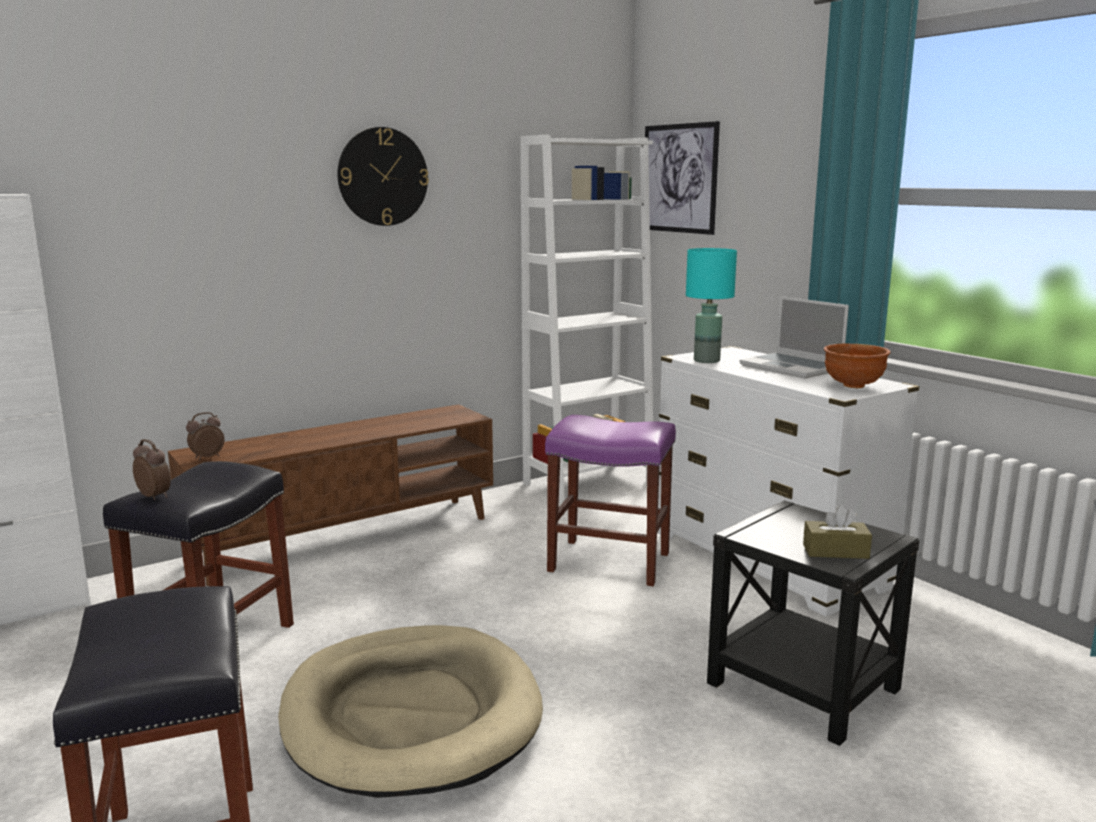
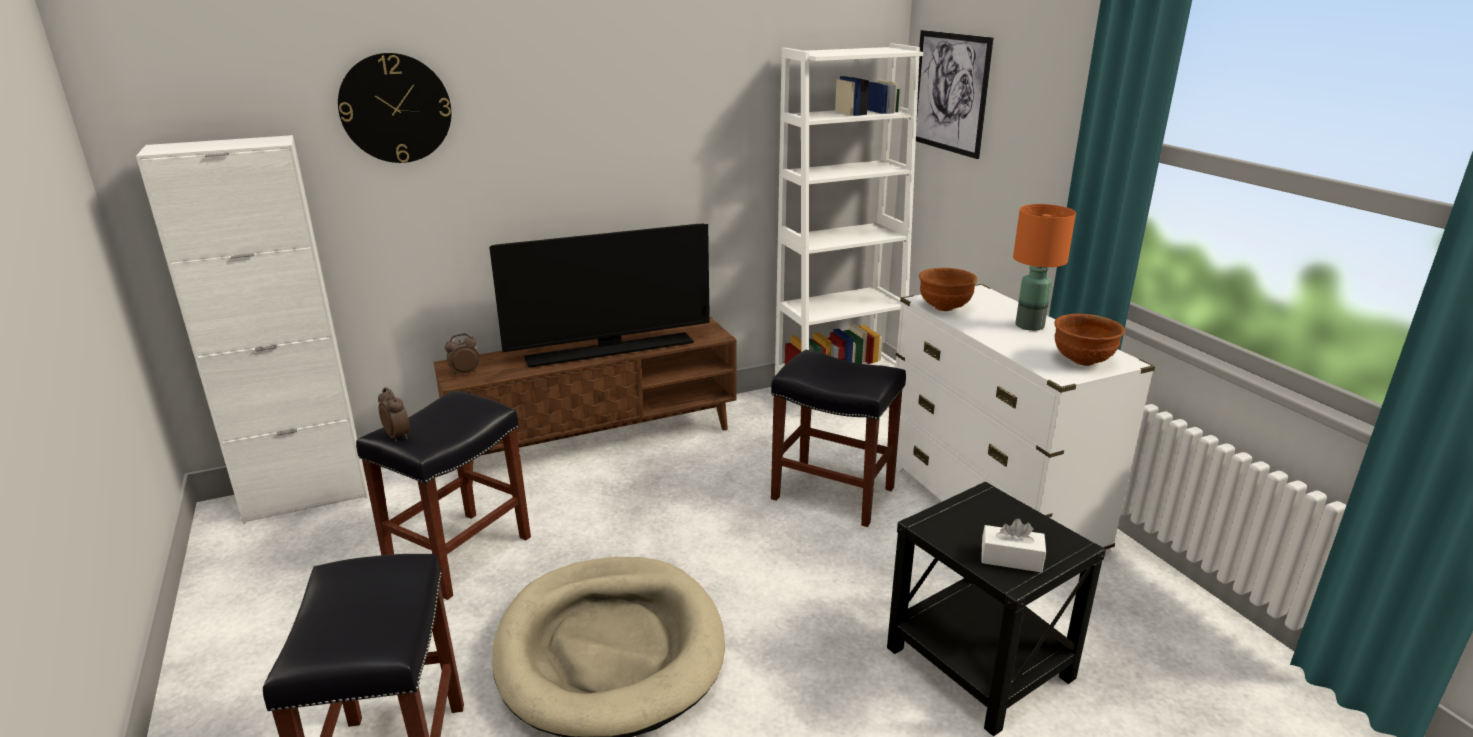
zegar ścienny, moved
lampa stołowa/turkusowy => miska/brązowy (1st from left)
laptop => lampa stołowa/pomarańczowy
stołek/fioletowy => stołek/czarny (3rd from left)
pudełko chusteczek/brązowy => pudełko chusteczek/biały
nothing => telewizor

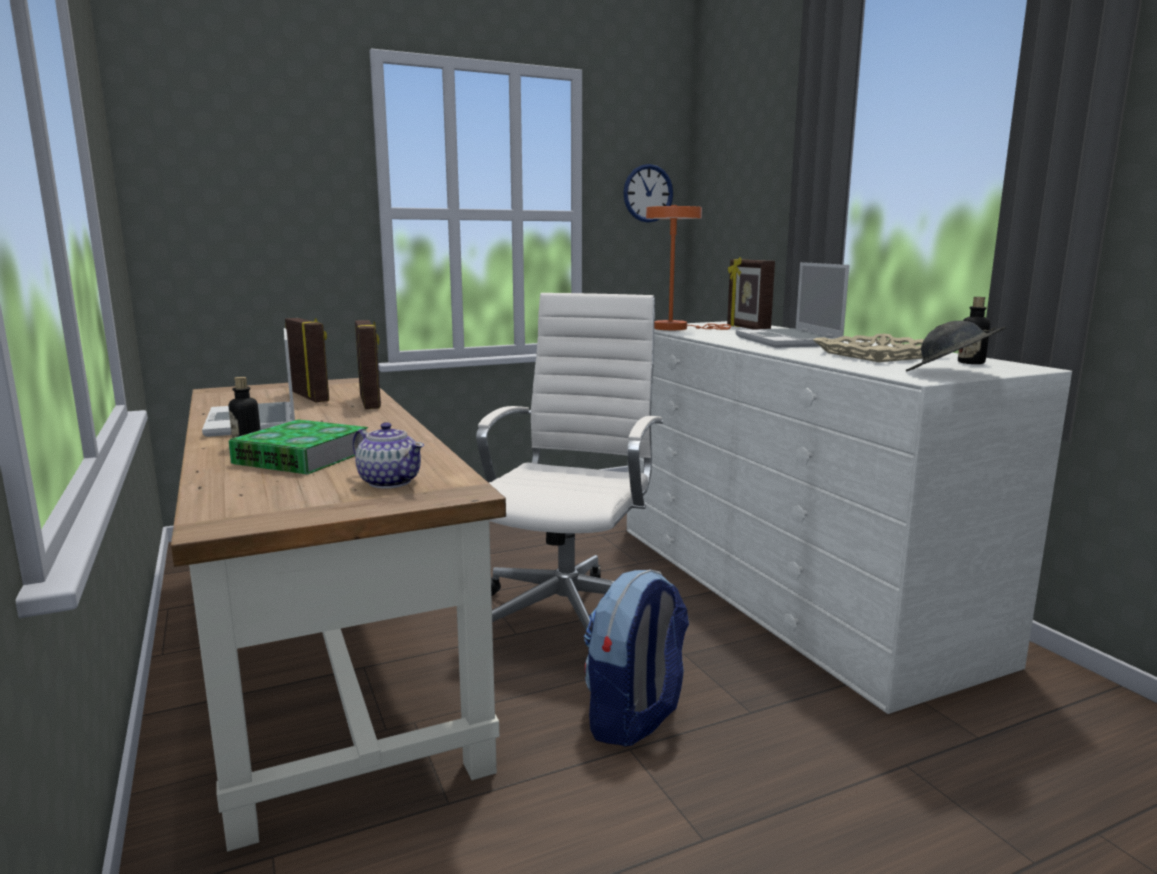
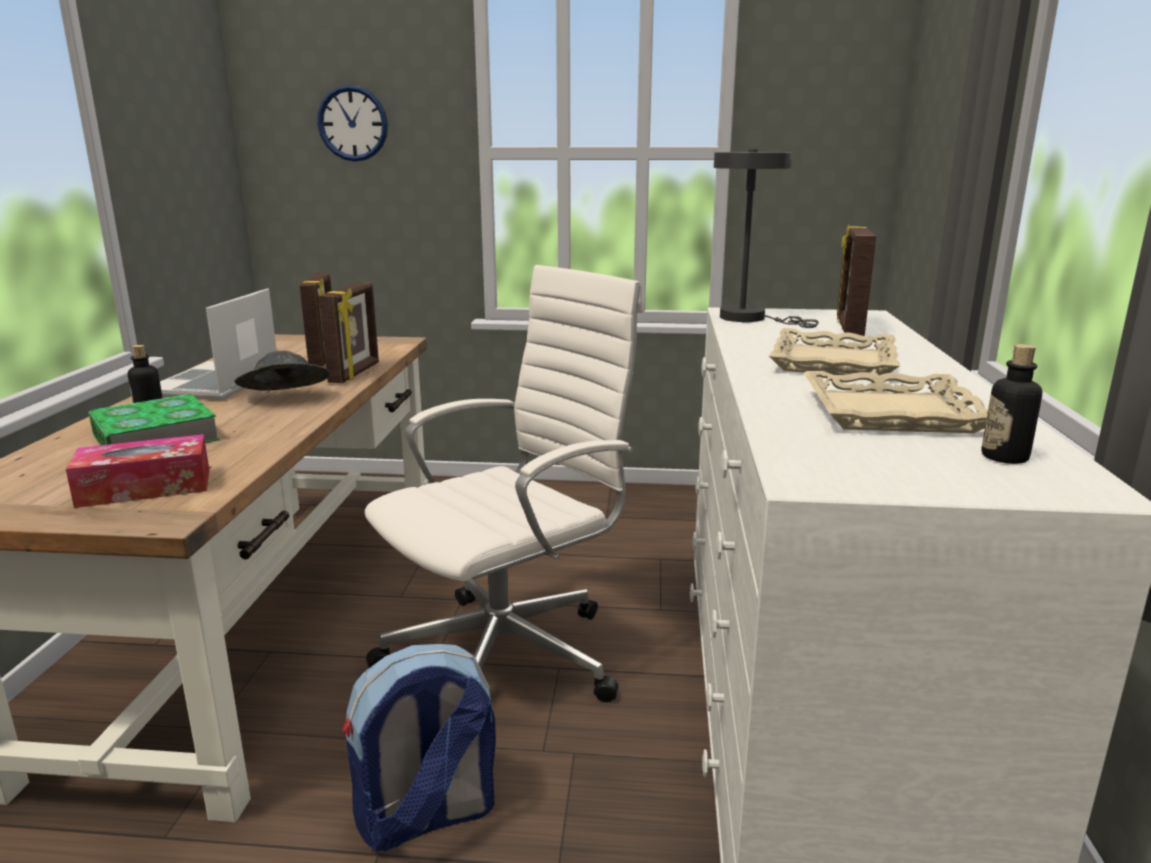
zegar ścienny, moved
lampa stołowa/pomarańczowy => lampa stołowa/szary
laptop (2nd from left) => taca/beżowy (1st from left)
kapelusz/szary, moved
imbryk => pudełko chusteczek

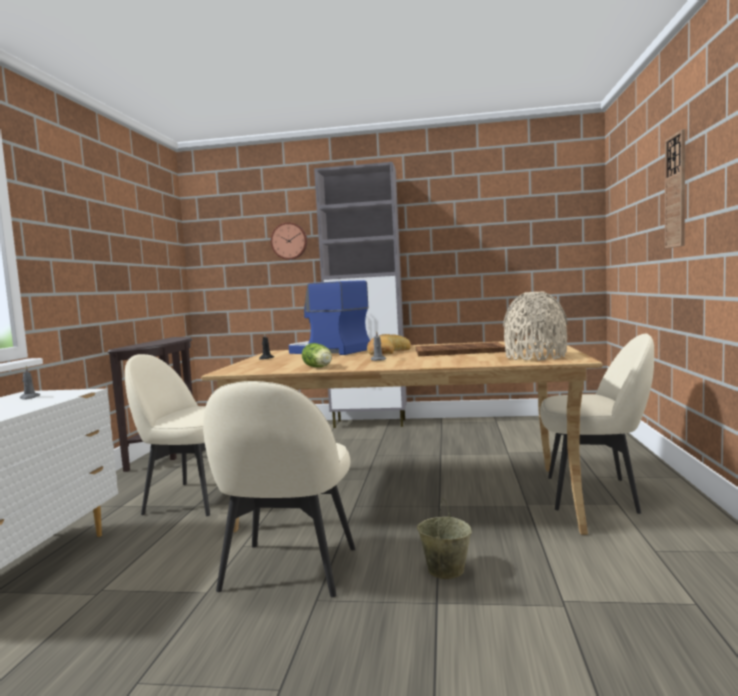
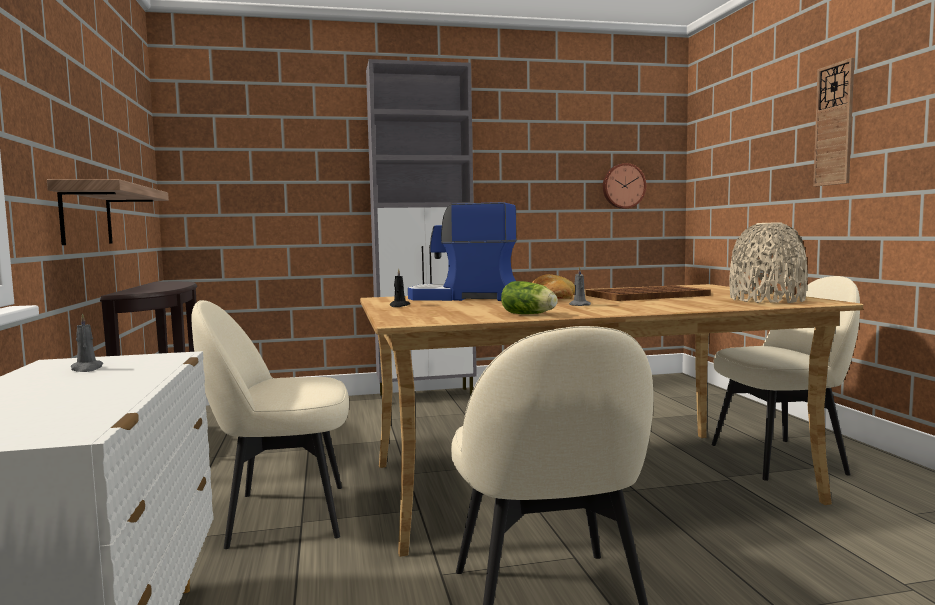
zegar ścienny (1st from left), moved
wiadro/beżowy => nothing
nothing => półka

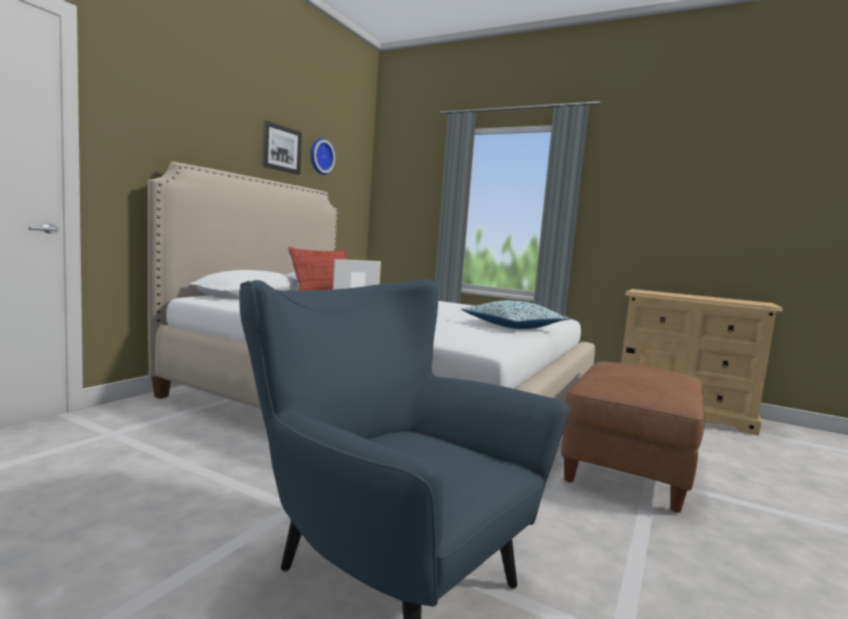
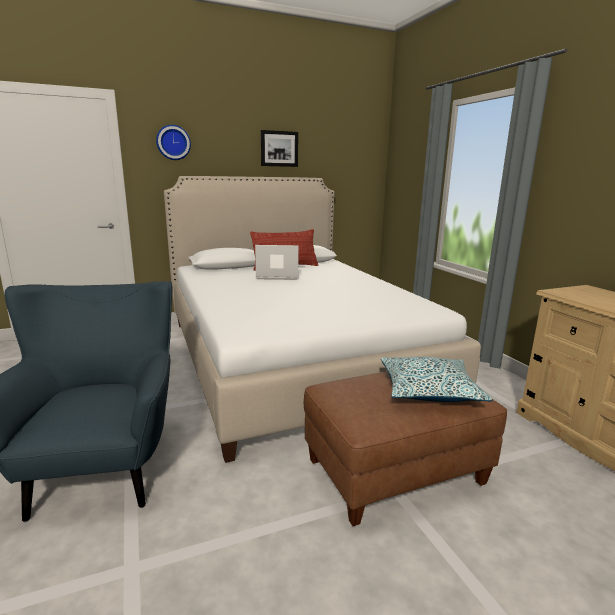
zegar ścienny, moved
poduszka (2nd from left), moved

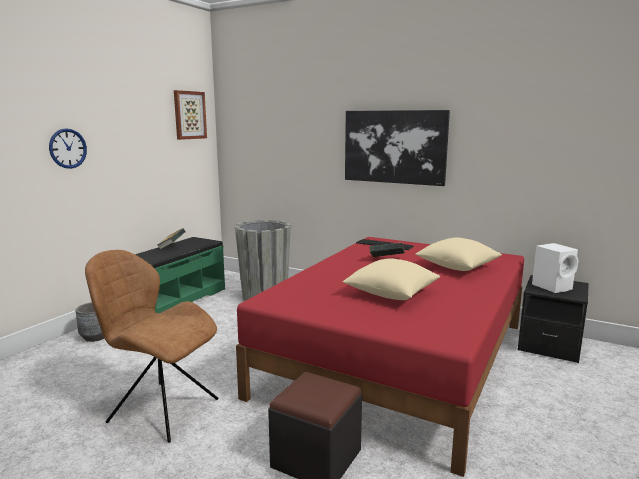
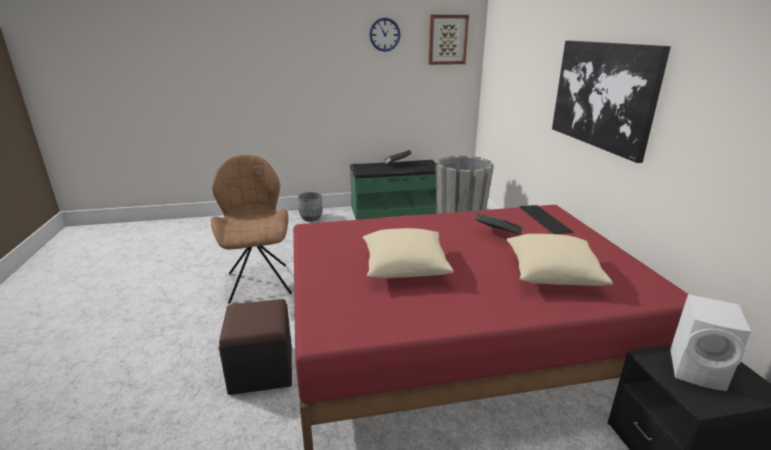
zegar ścienny, moved

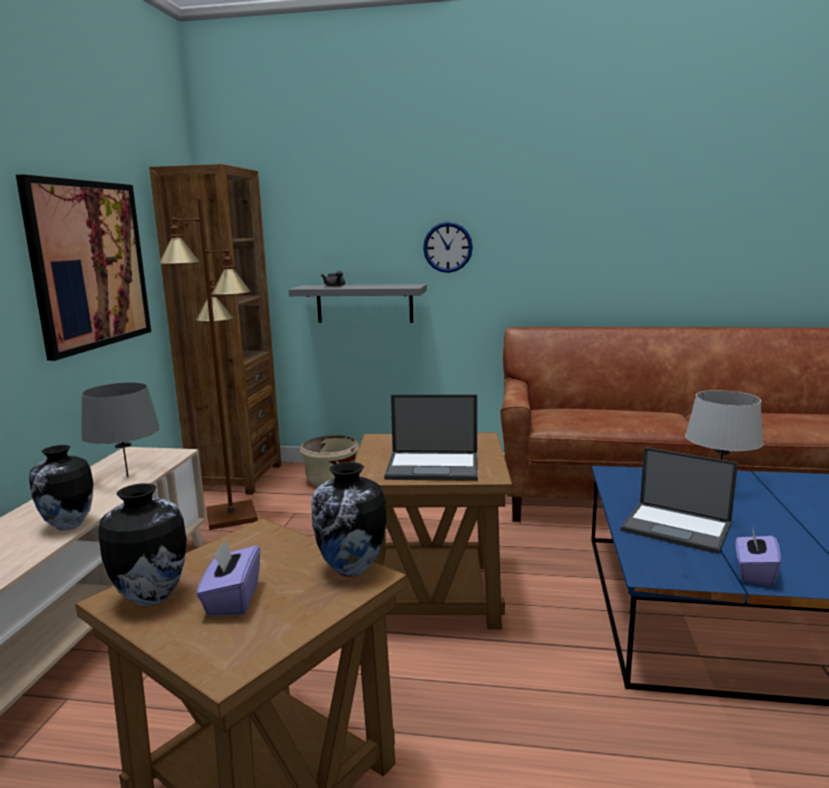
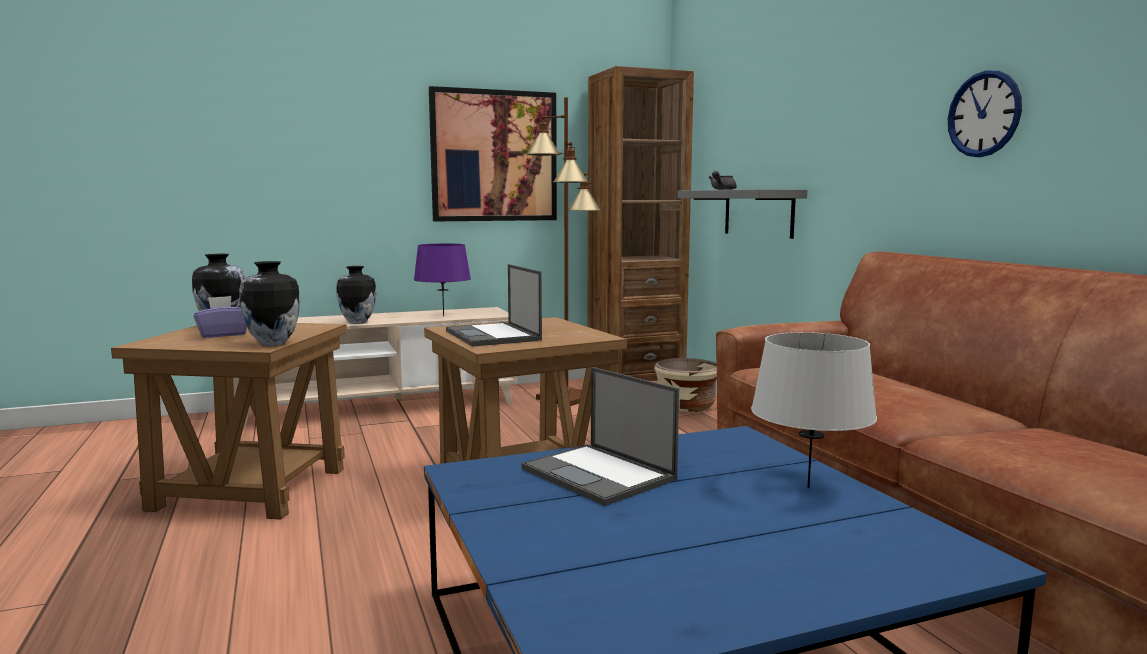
zegar ścienny, moved
lampa stołowa/szary (1st from left) => lampa stołowa/fioletowy
laptop (2nd from left), 45 degrees counterclockwise
pudełko chusteczek/fioletowy (2nd from left) => nothing

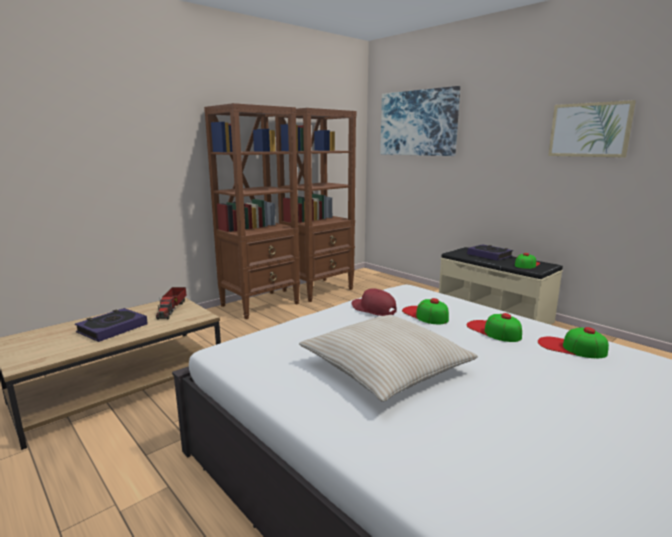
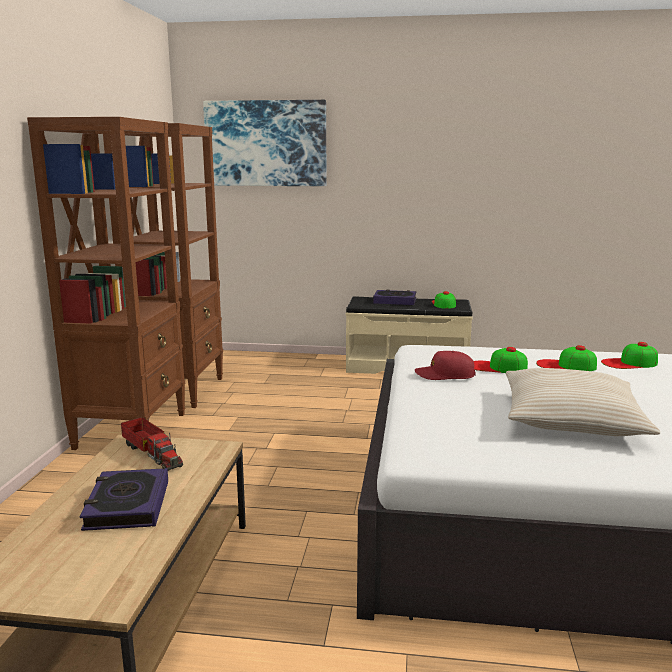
obraz (2nd from left) => nothing

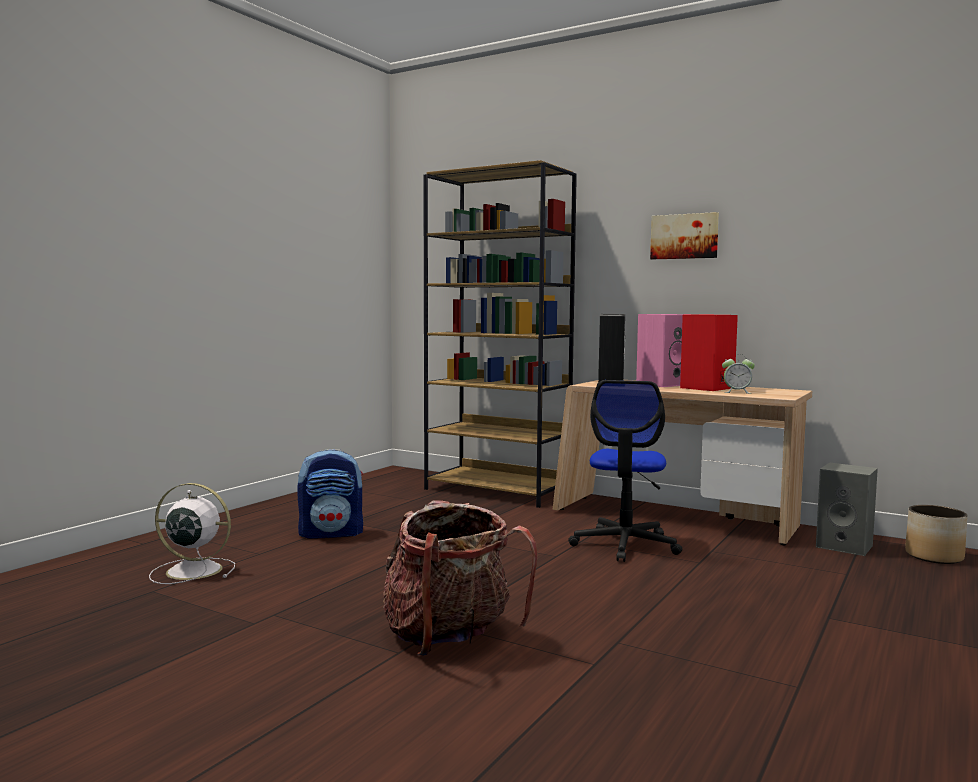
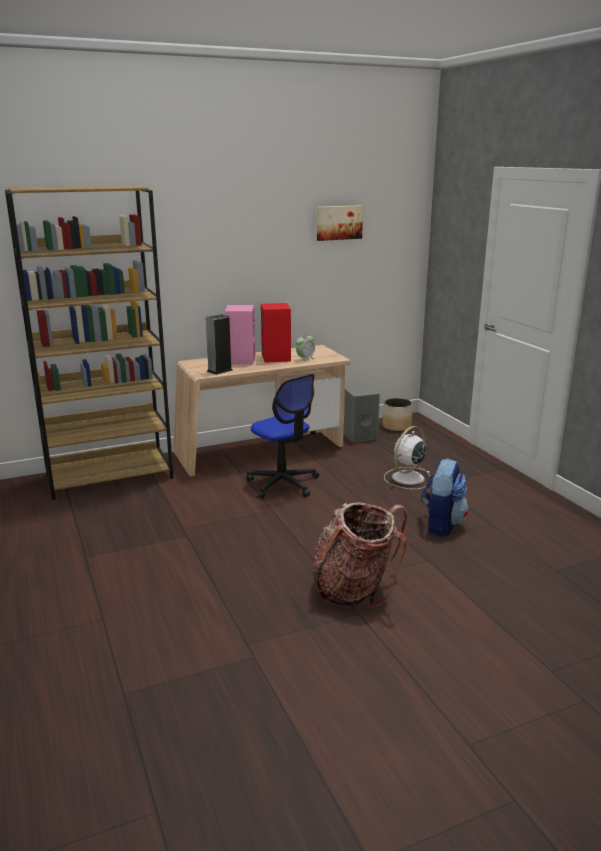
obraz, moved
plecak (1st from left in the first image) => plecak (2nd from left), moved
wentylator/biały, moved

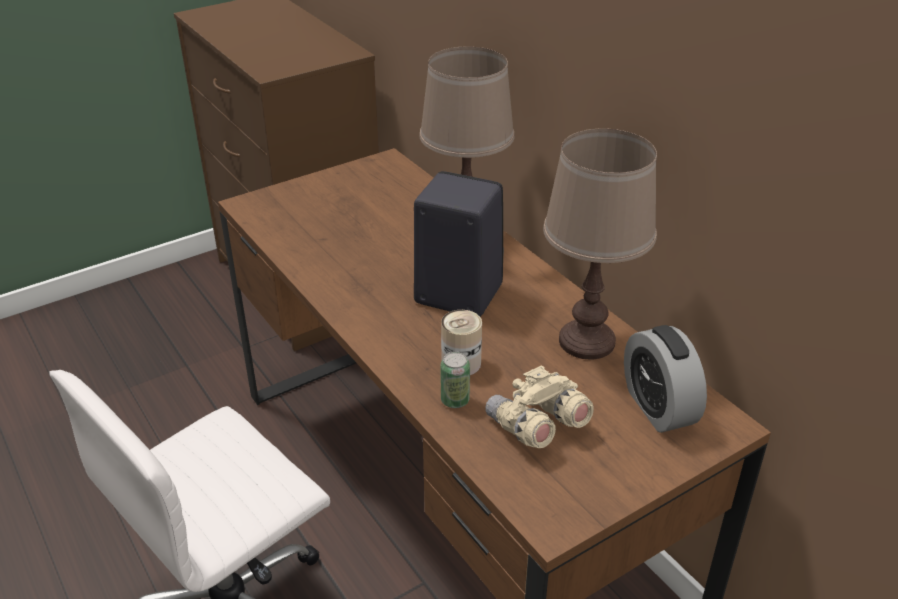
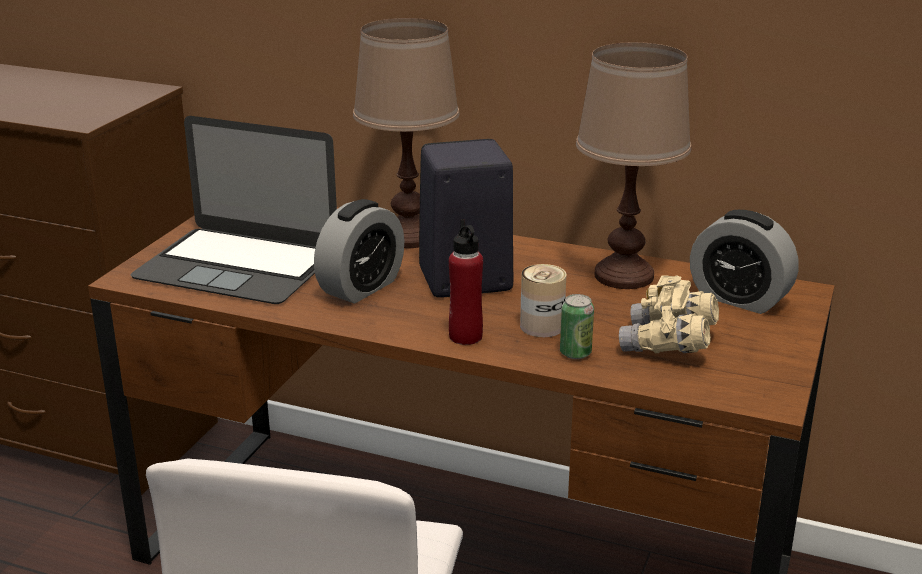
nothing => laptop
nothing => budzik (1st from left)
nothing => butelka/czerwony

